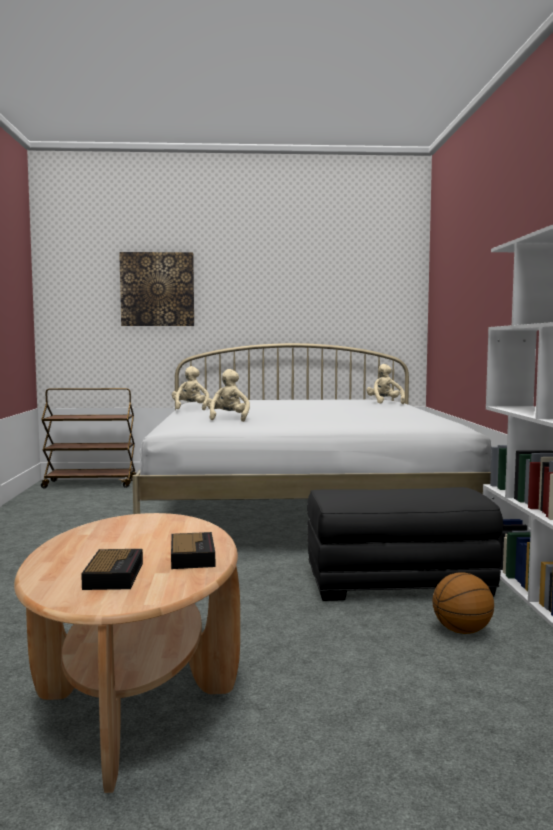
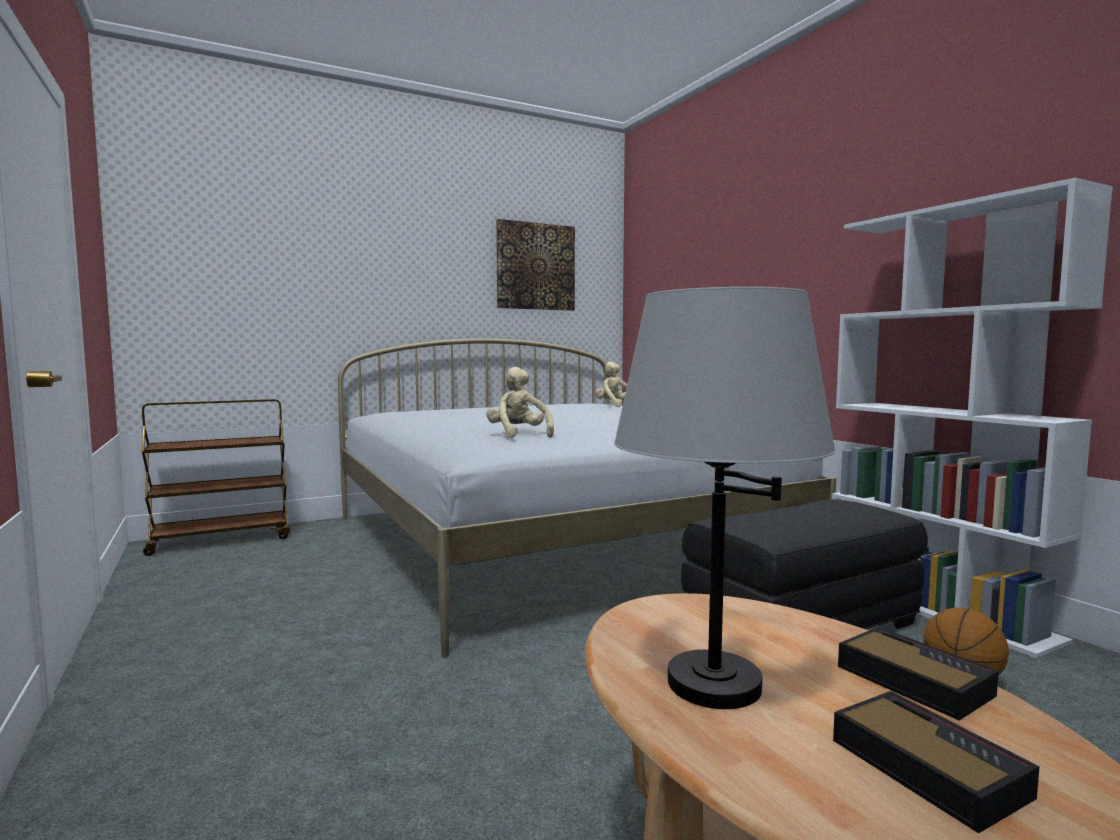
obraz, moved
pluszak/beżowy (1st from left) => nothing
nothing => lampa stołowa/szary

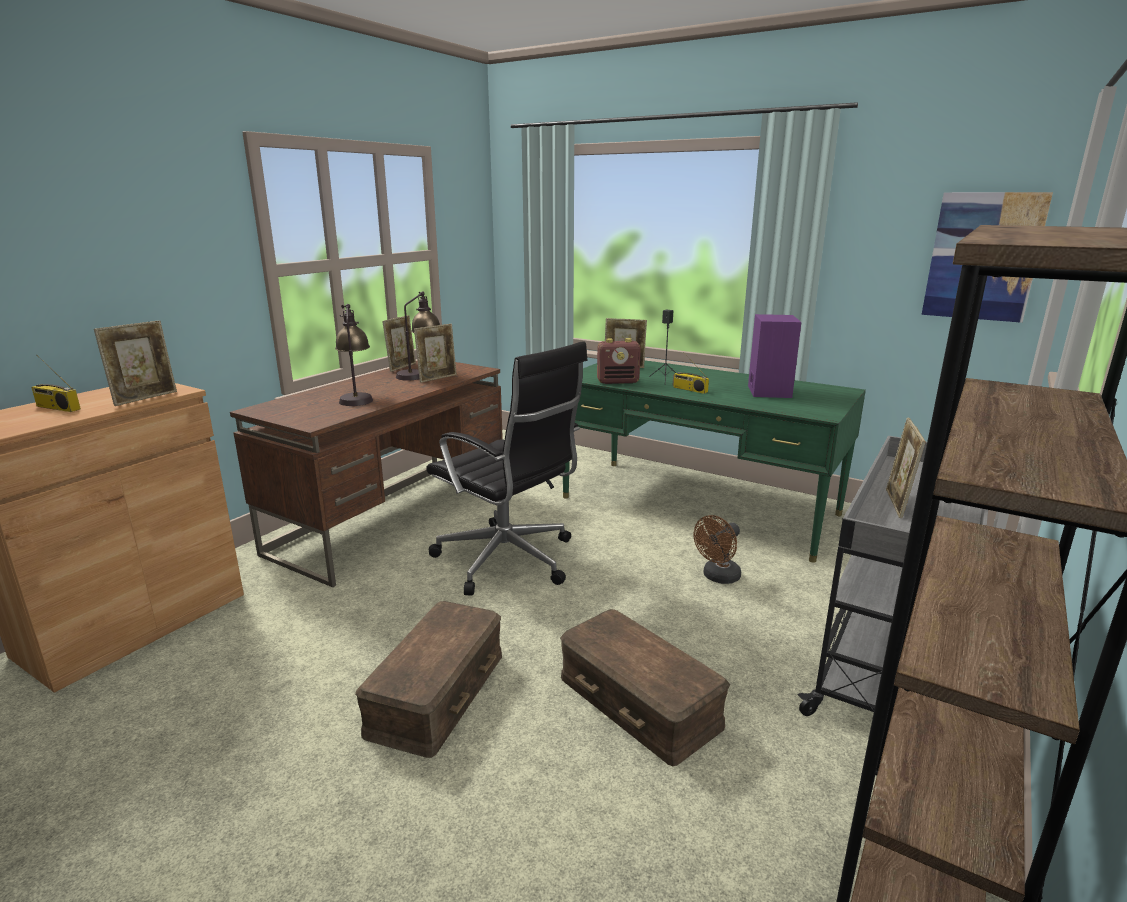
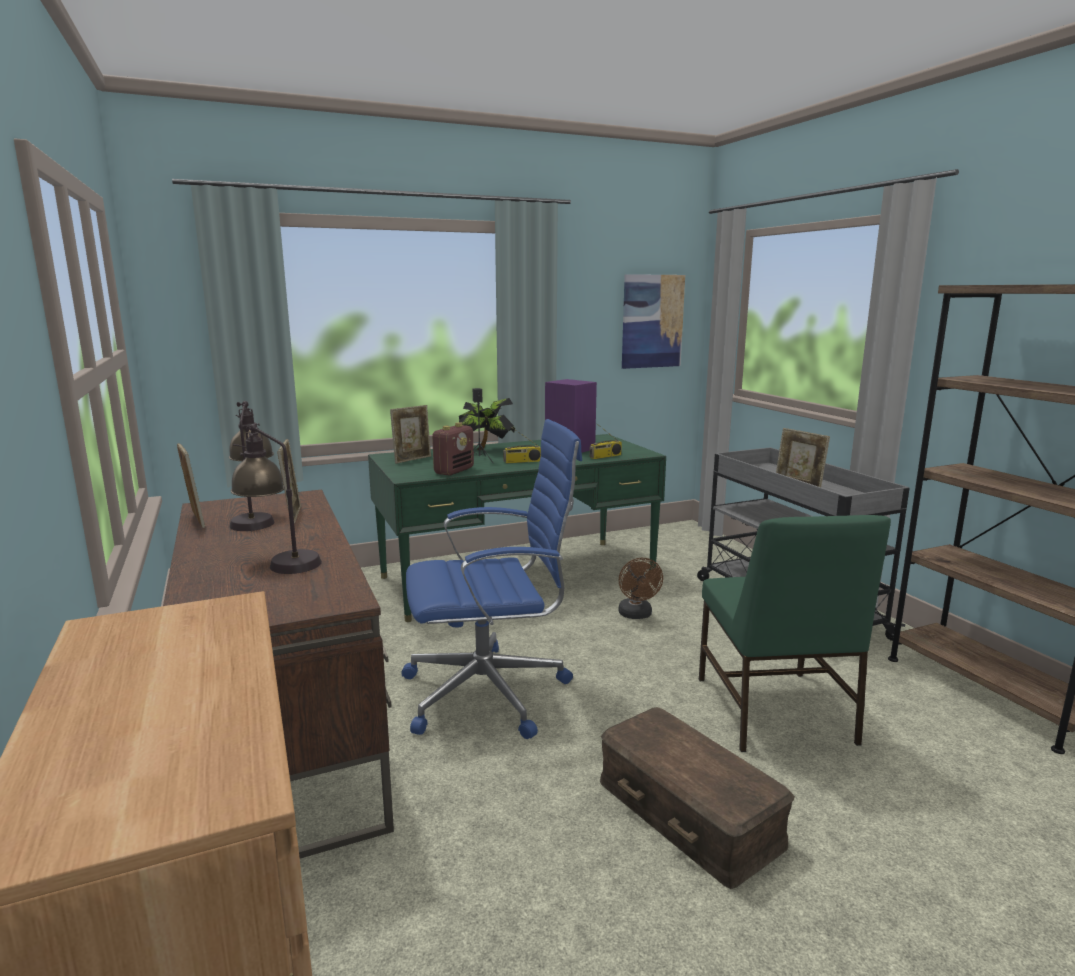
ramka na zdjęcie (1st from left) => nothing
krzesło biurowe/czarny => krzesło biurowe/niebieski
radio (1st from left in the first image) => radio (3rd from left), moved
pojemnik do przechowywania/brązowy (2nd from left) => krzesło/zielony
nothing => roślina doniczkowa

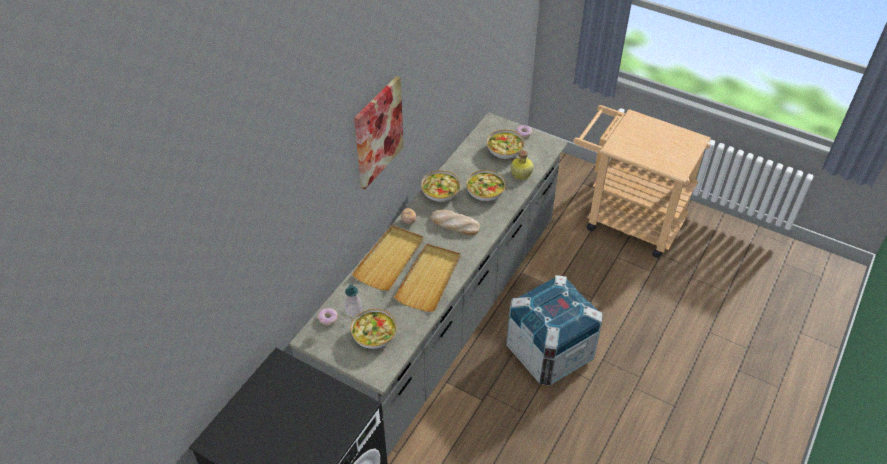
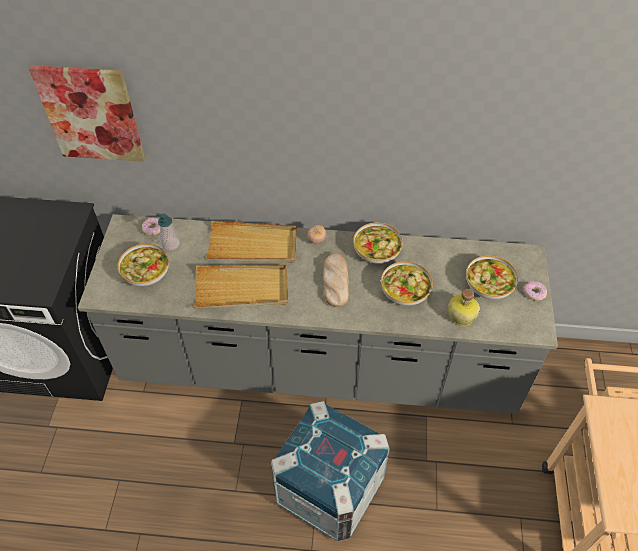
obraz, moved

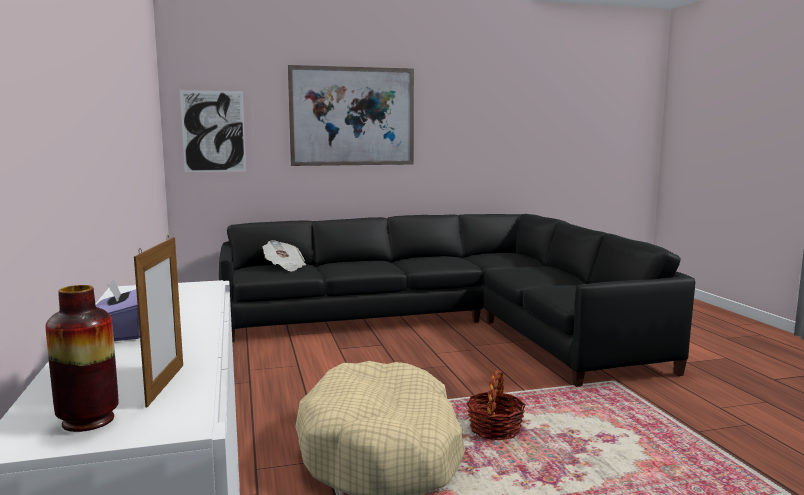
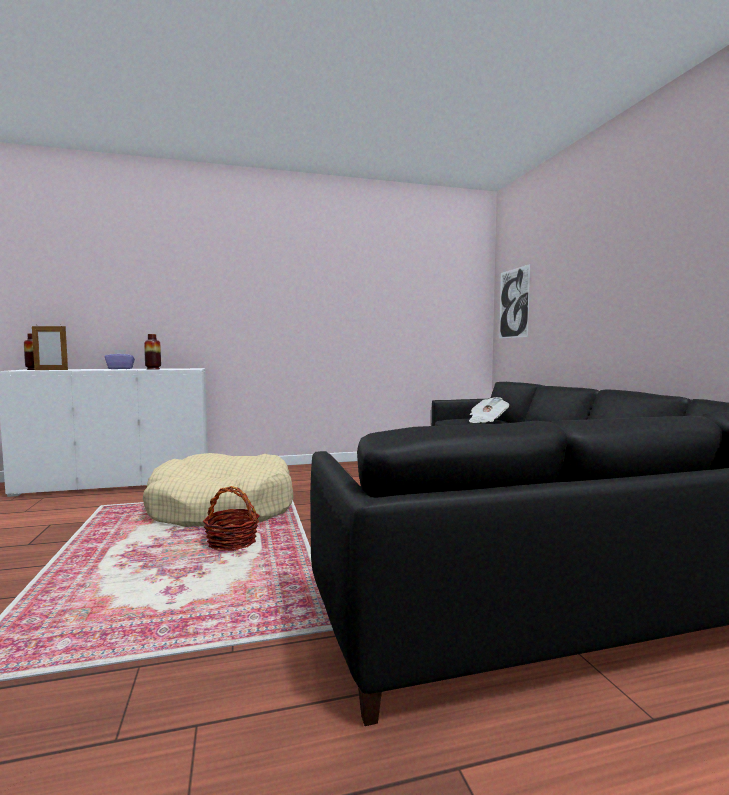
obraz (2nd from left) => nothing
nothing => wazon (2nd from left)

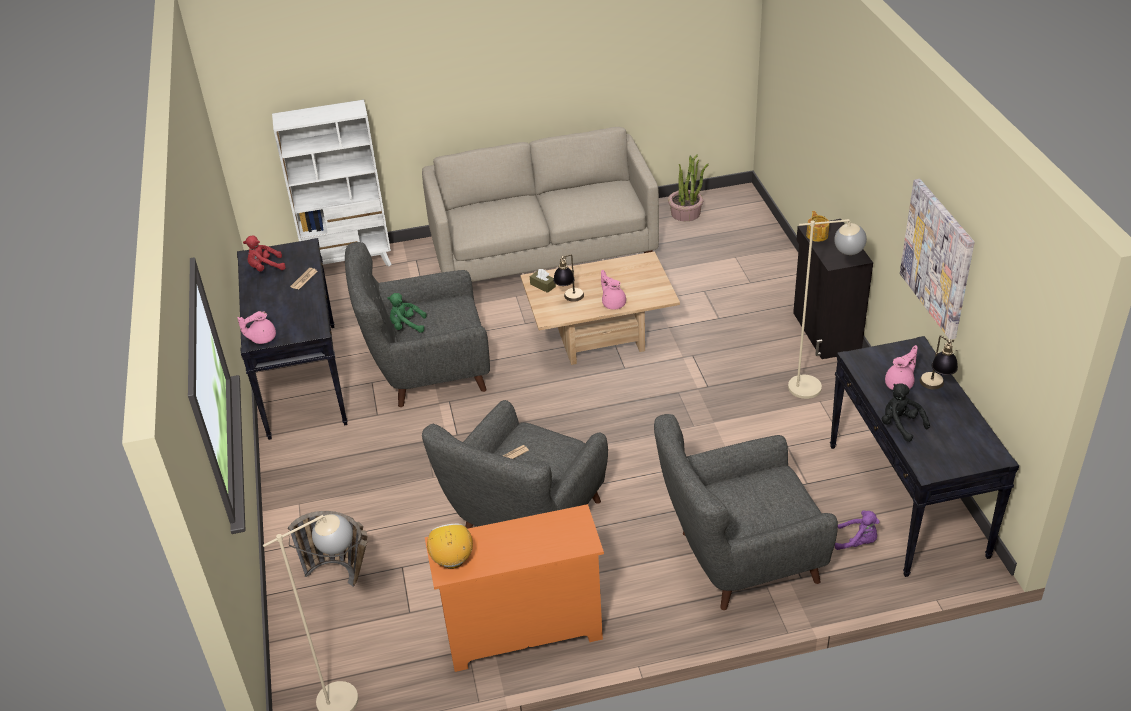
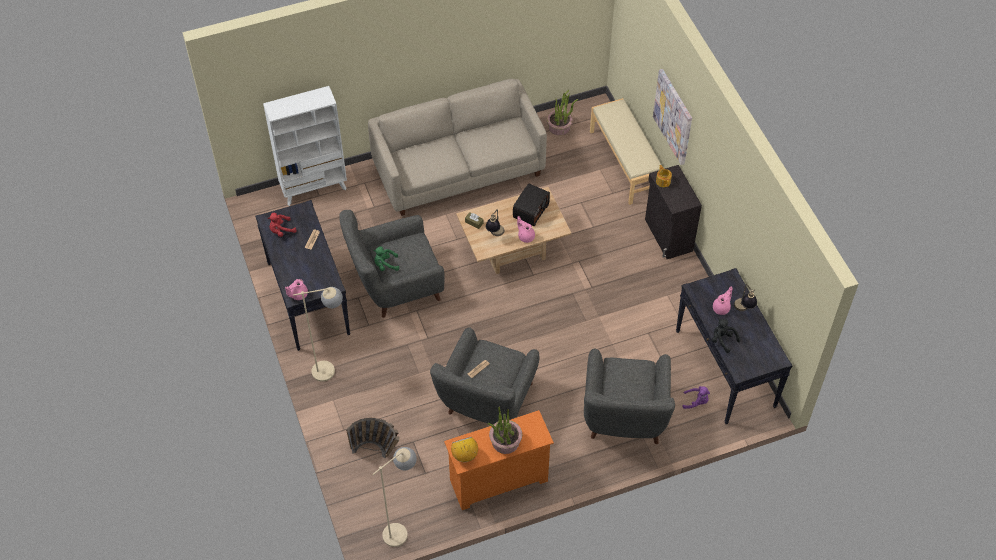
obraz, moved
lampa stojąca/beżowy (2nd from left in the first image) => lampa stojąca/beżowy (1st from left), moved
fotel/szary (3rd from left), 60 degrees counterclockwise
nothing => ławka/beżowy
nothing => radio (2nd from left)
nothing => roślina doniczkowa (1st from left)

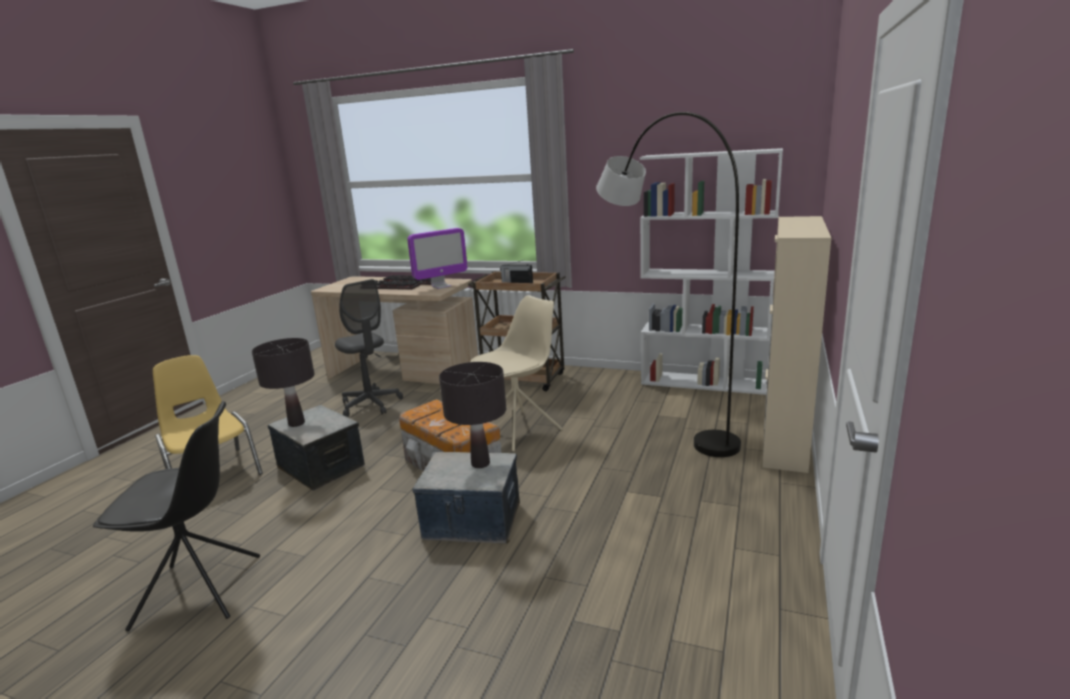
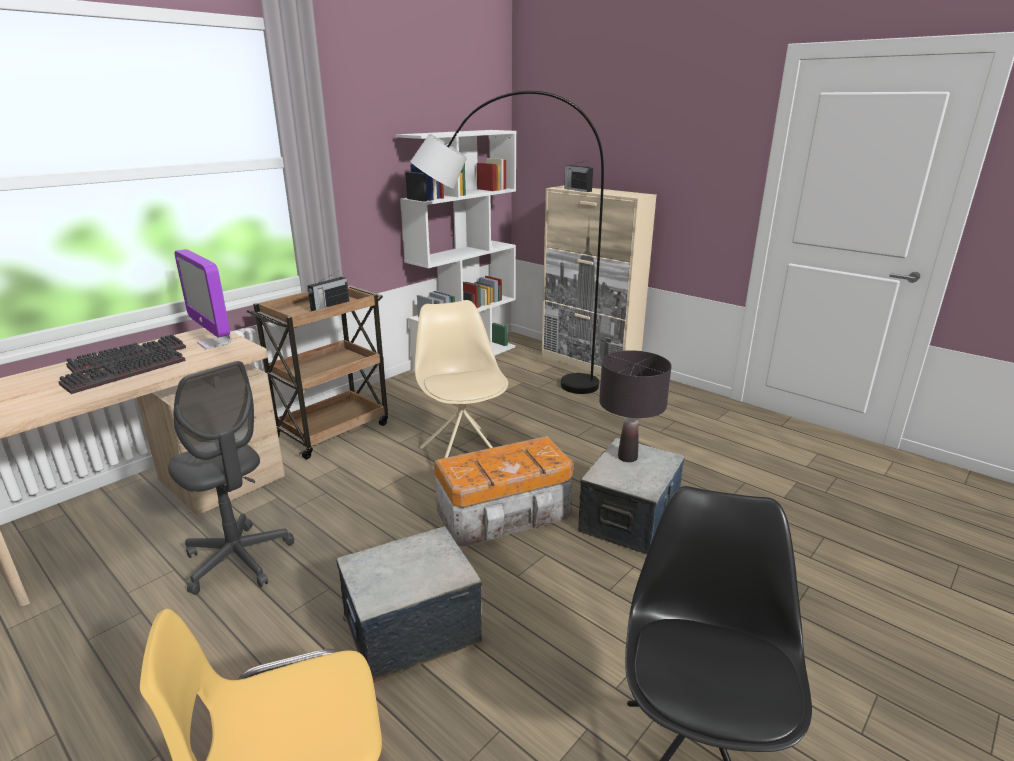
monitor, 150 degrees clockwise
krzesło biurowe/szary, 60 degrees clockwise
lampa stołowa/czarny (1st from left) => nothing
nothing => radio (2nd from left)

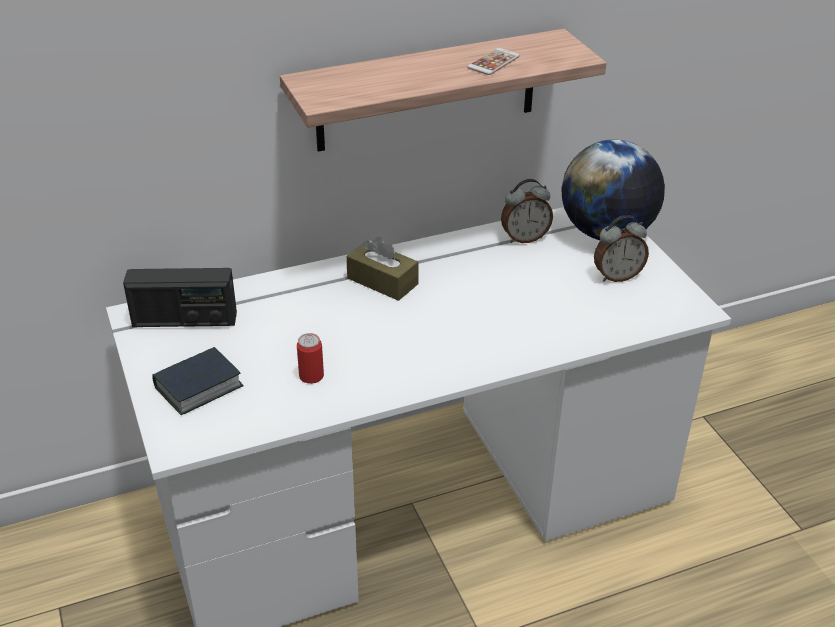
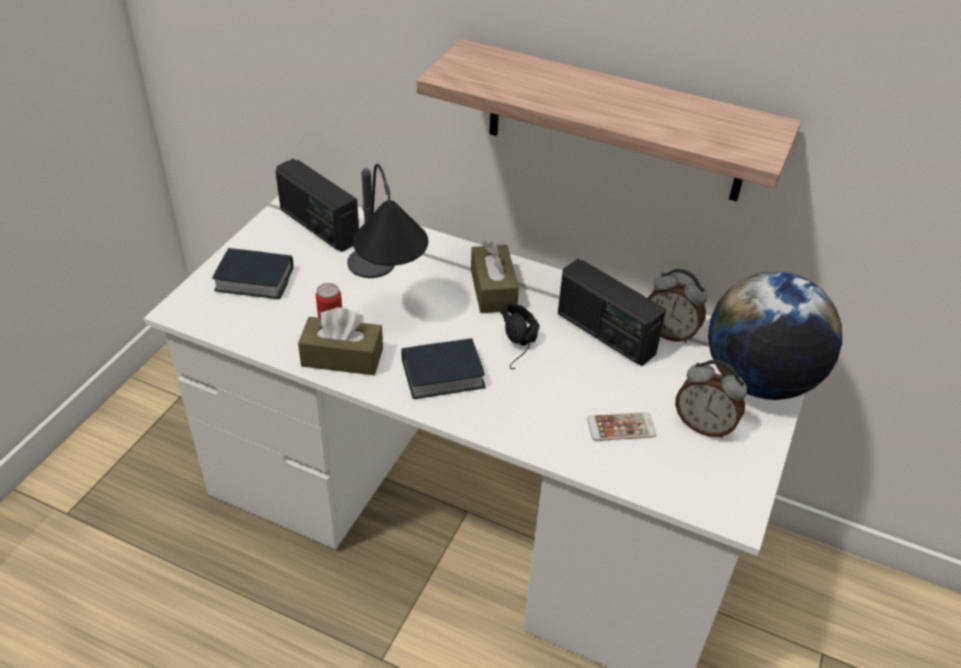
telefon, moved
nothing => lampa stołowa
nothing => radio (2nd from left)
nothing => słuchawki/czarny
nothing => pudełko chusteczek/brązowy (1st from left)
nothing => książka (2nd from left)

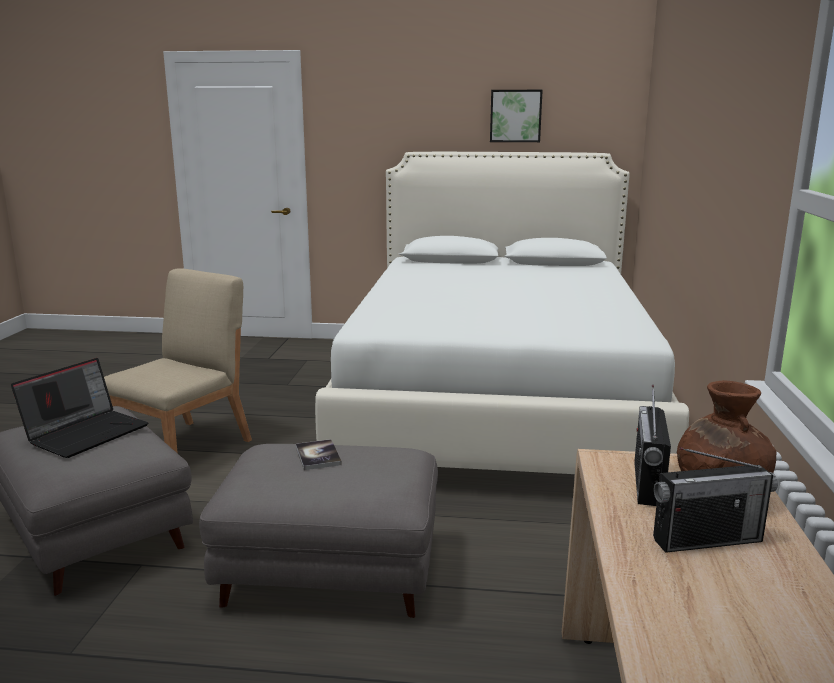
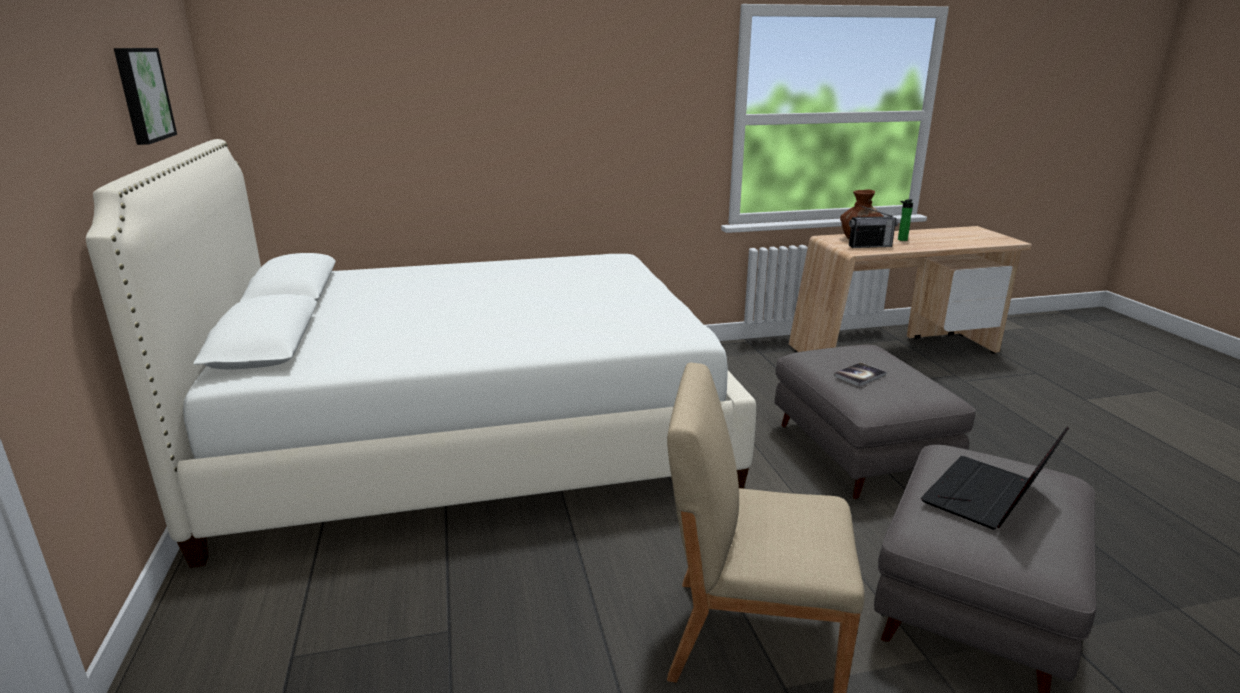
laptop, 60 degrees counterclockwise
radio (2nd from left) => butelka

